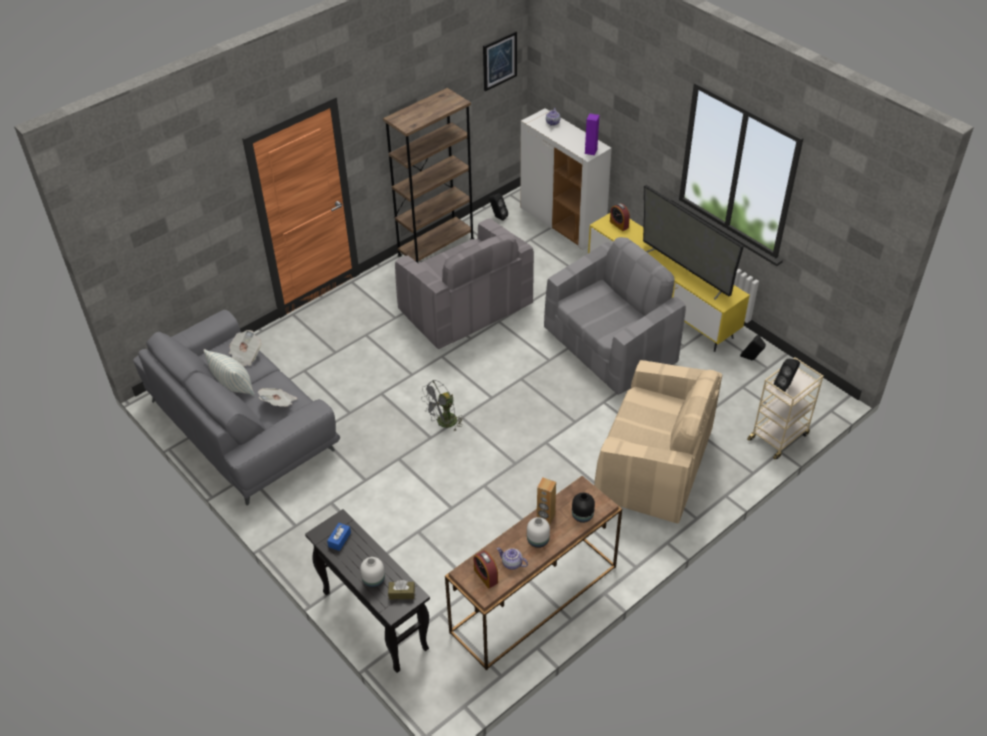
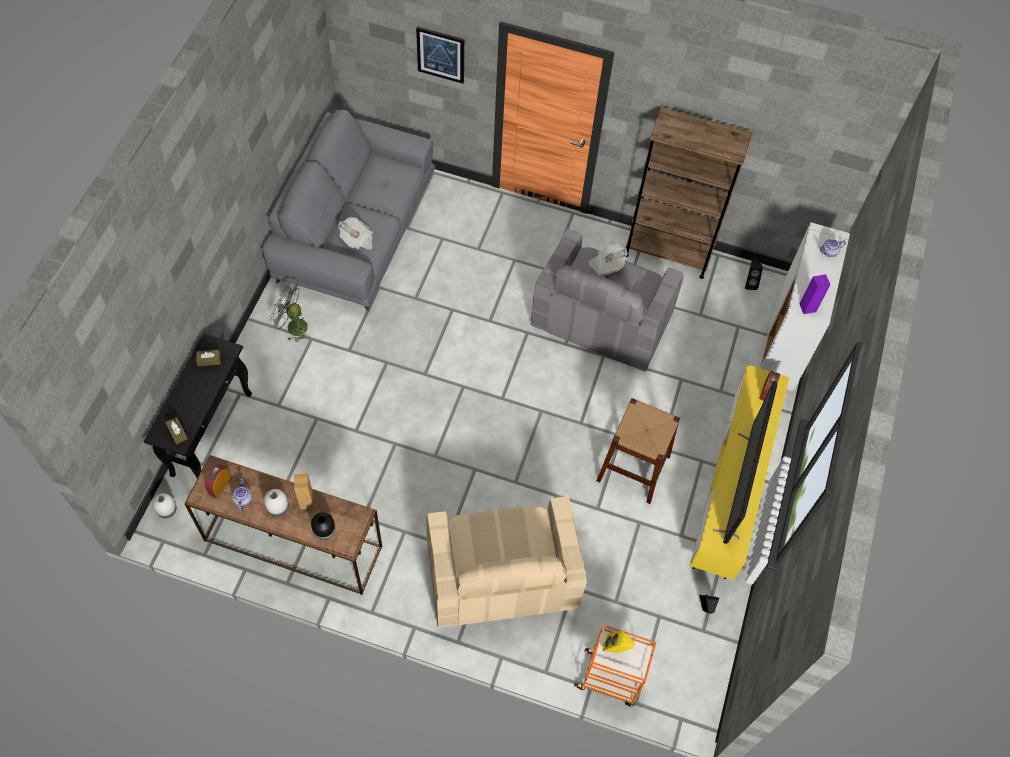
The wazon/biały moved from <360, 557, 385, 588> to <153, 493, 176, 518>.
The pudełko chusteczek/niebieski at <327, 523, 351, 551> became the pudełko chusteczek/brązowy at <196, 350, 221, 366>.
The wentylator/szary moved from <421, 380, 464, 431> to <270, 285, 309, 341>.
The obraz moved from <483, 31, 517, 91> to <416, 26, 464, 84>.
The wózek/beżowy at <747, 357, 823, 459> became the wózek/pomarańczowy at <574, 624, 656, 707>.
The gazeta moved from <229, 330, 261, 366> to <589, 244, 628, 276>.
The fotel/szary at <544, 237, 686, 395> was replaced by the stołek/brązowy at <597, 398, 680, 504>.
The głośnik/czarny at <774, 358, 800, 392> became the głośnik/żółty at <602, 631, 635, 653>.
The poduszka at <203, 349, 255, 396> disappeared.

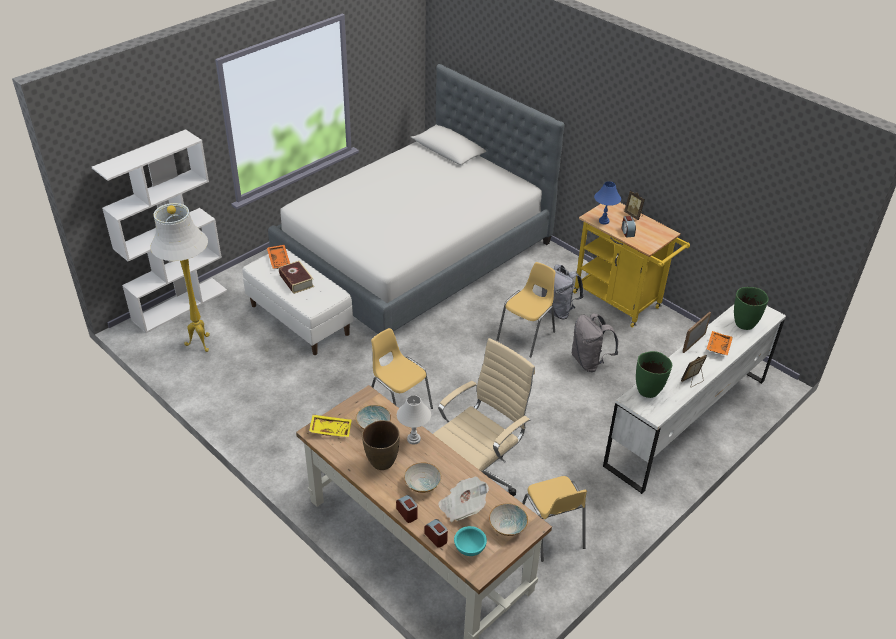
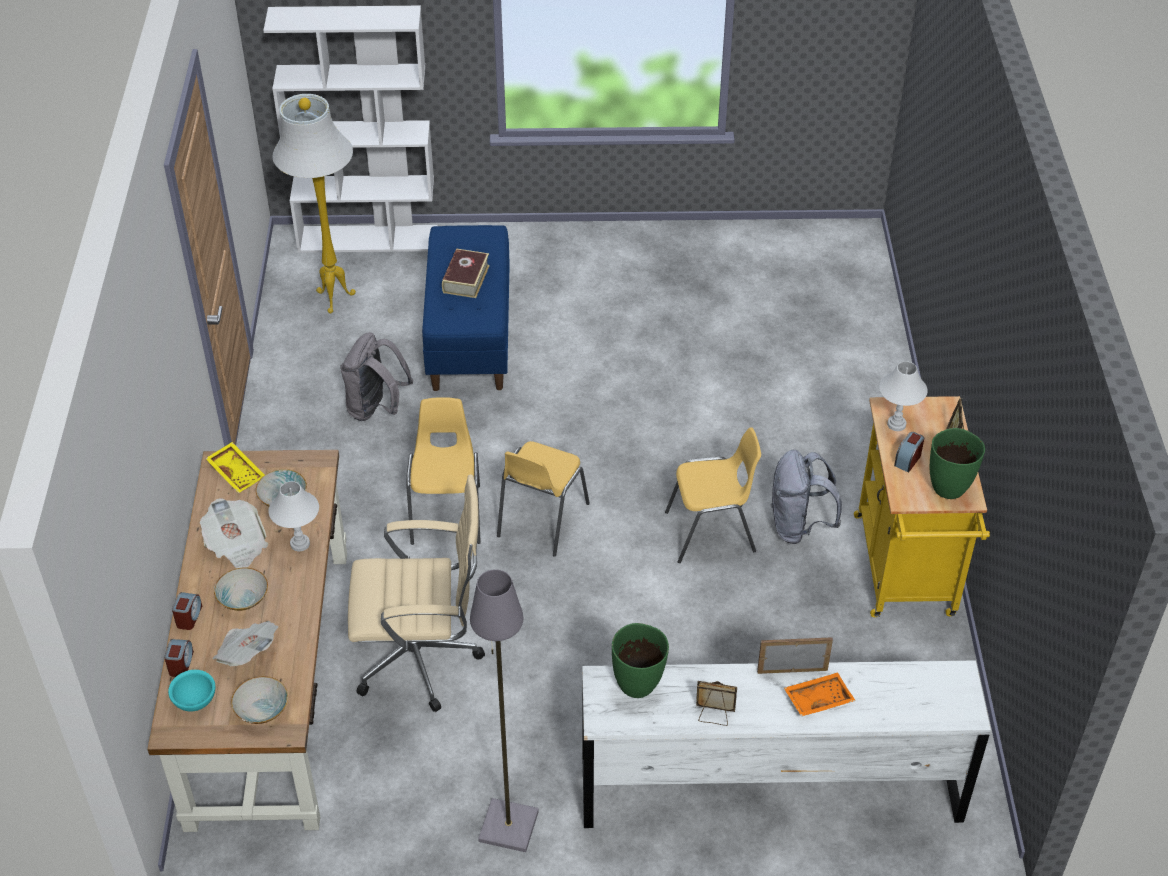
The wazon/brązowy at <362, 420, 400, 470> was replaced by the gazeta at <200, 498, 268, 568>.
The plecak/szary moved from <572, 313, 618, 372> to <340, 332, 413, 421>.
The ławka/biały at <243, 249, 353, 355> became the ławka/niebieski at <422, 225, 510, 391>.
The lampa stojąca/szary at <470, 569, 539, 852> appeared.
The krzesło/żółty moved from <522, 476, 587, 562> to <497, 441, 590, 557>.
The lampa stołowa/niebieski at <594, 181, 621, 225> became the lampa stołowa/biały at <879, 361, 928, 431>.
The wazon/zielony moved from <734, 287, 769, 330> to <930, 428, 985, 499>.
The taca/pomarańczowy at <267, 245, 290, 269> disappeared.
The łóżko at <268, 64, 564, 334> disappeared.

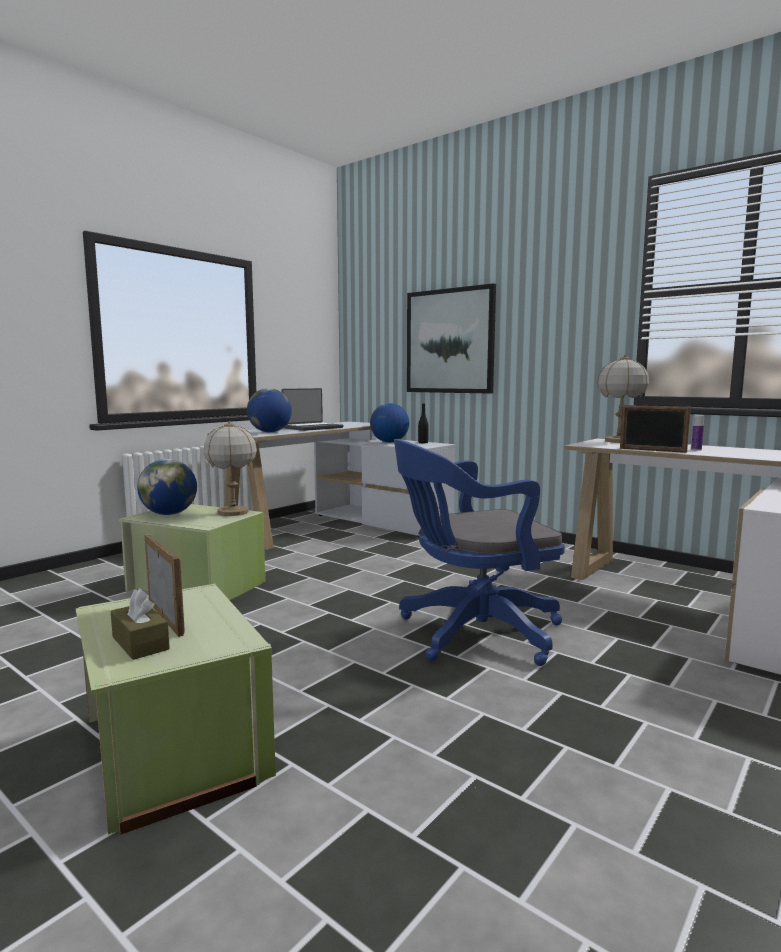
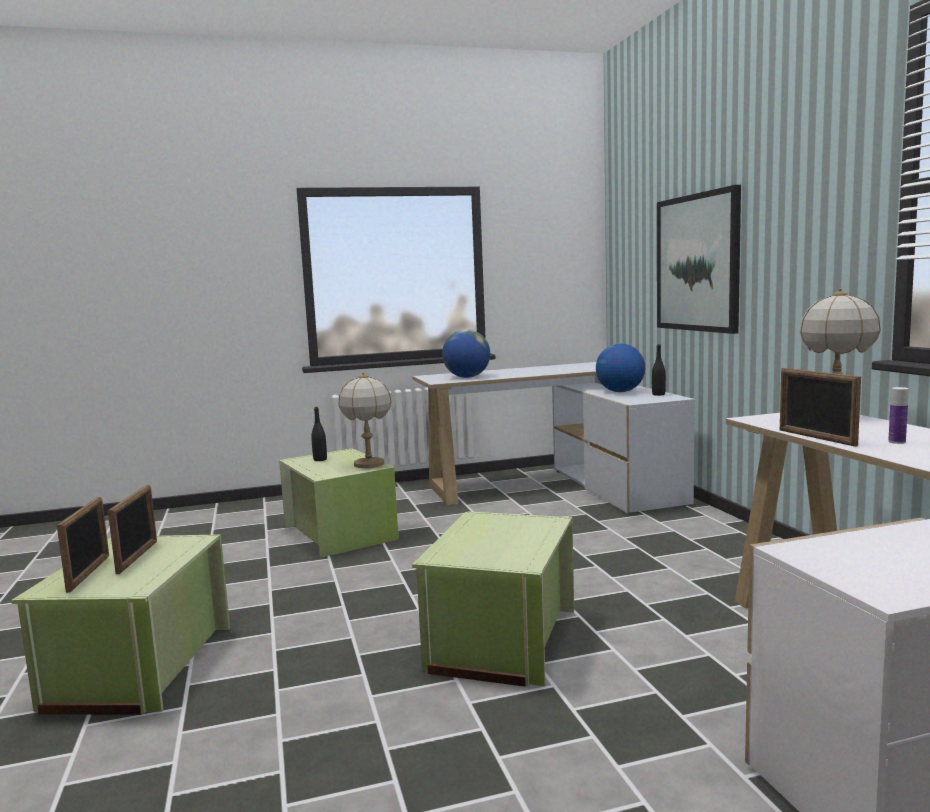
The pudełko chusteczek/brązowy at <111, 588, 170, 660> was replaced by the ramka na zdjęcie at <57, 497, 109, 593>.
The globus at <137, 459, 197, 515> was replaced by the butelka/czarny at <311, 407, 327, 461>.
The krzesło biurowe/niebieski at <394, 439, 565, 666> was replaced by the pojemnik do przechowywania/zielony at <412, 511, 574, 687>.
The laptop at <281, 388, 343, 431> disappeared.

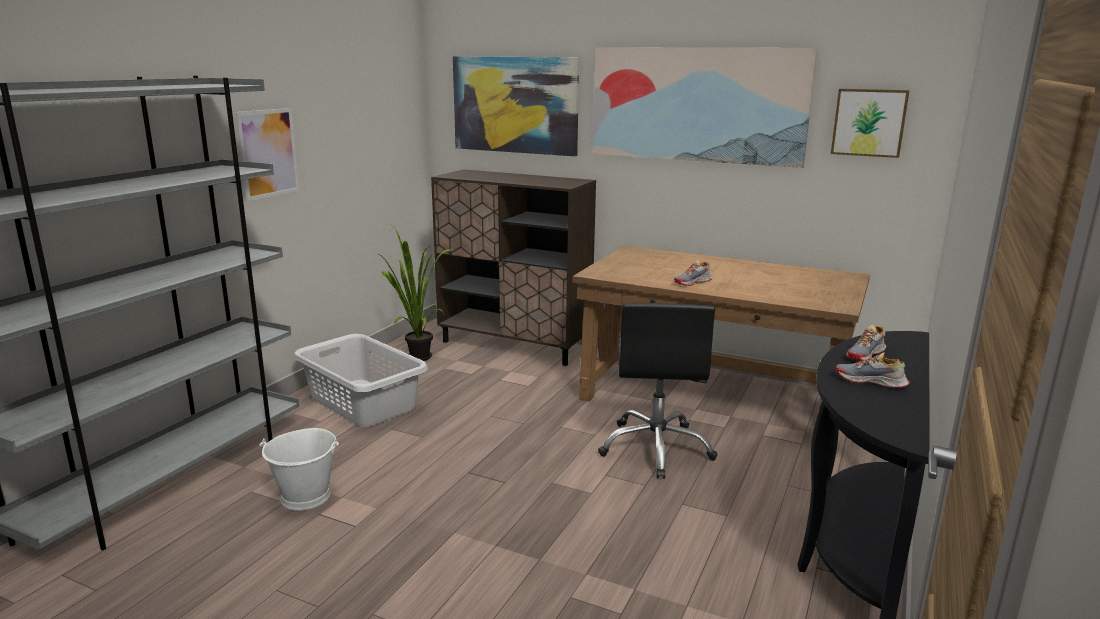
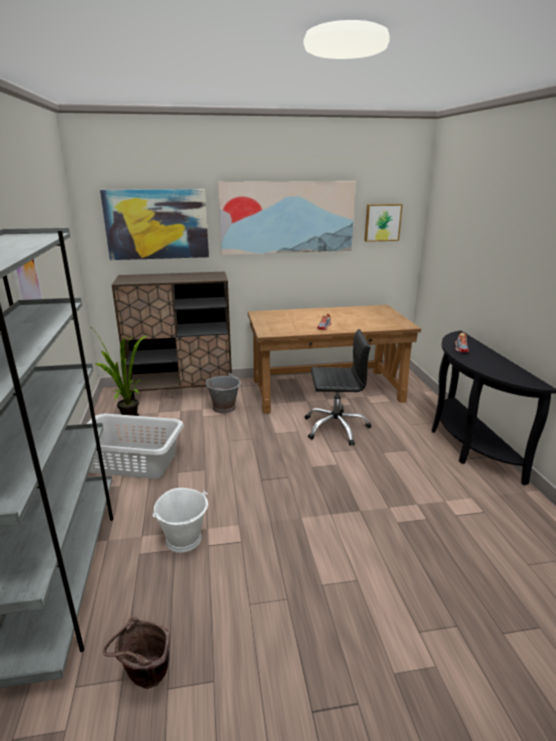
The wiadro/brązowy at <103, 617, 170, 689> appeared.
The wiadro/szary at <206, 373, 241, 413> appeared.
The krzesło biurowe/czarny at <598, 303, 718, 479> turned 60 degrees counterclockwise.
The but at <836, 352, 910, 388> disappeared.

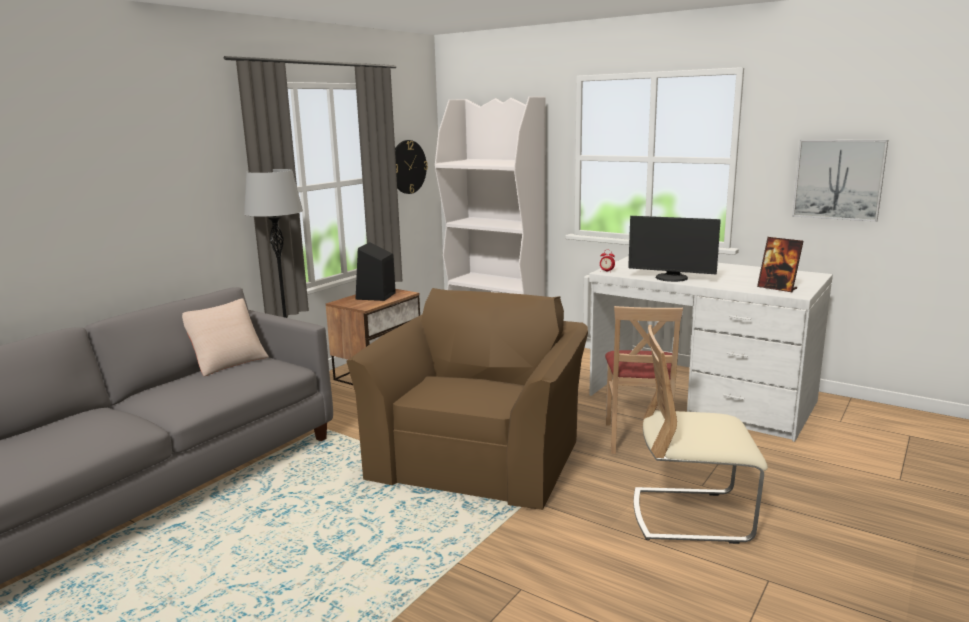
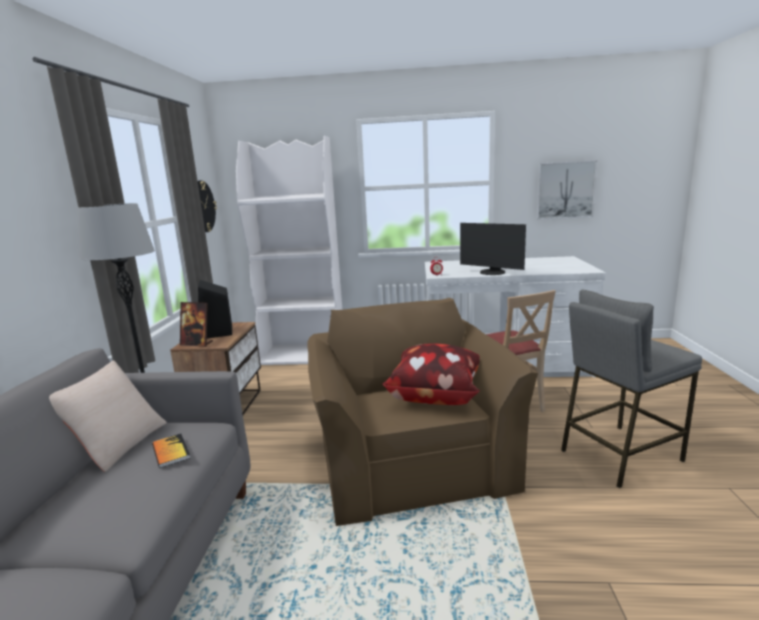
The książka at <152, 433, 190, 468> appeared.
The ramka na zdjęcie moved from <757, 237, 803, 293> to <180, 302, 213, 347>.
The poduszka at <381, 343, 480, 405> appeared.
The monitor at <628, 216, 721, 282> turned 45 degrees clockwise.
The krzesło/beżowy at <633, 325, 768, 544> was replaced by the stołek/szary at <561, 290, 702, 488>.

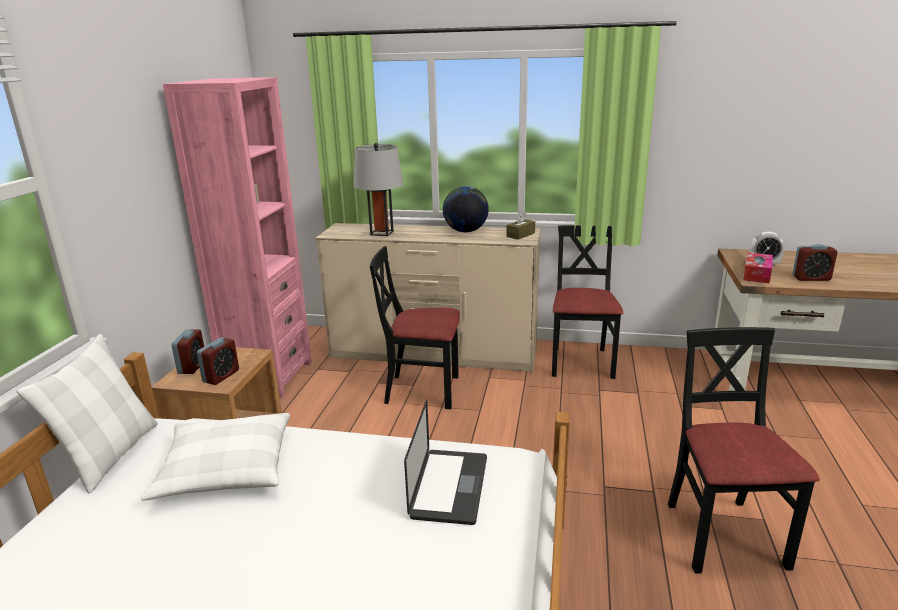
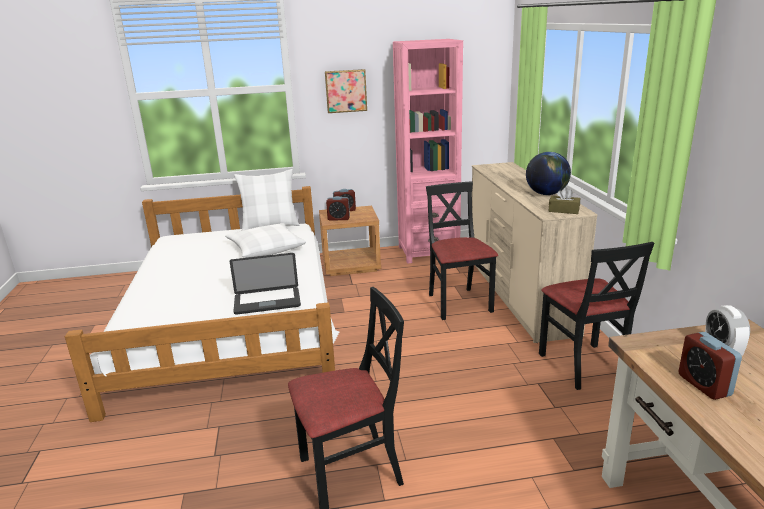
The obraz at <325, 69, 367, 113> appeared.
The krzesło/czarny at <552, 225, 623, 379> turned 90 degrees clockwise.
The lampa stołowa/szary at <354, 143, 403, 236> disappeared.
The pudełko chusteczek at <743, 252, 773, 283> disappeared.

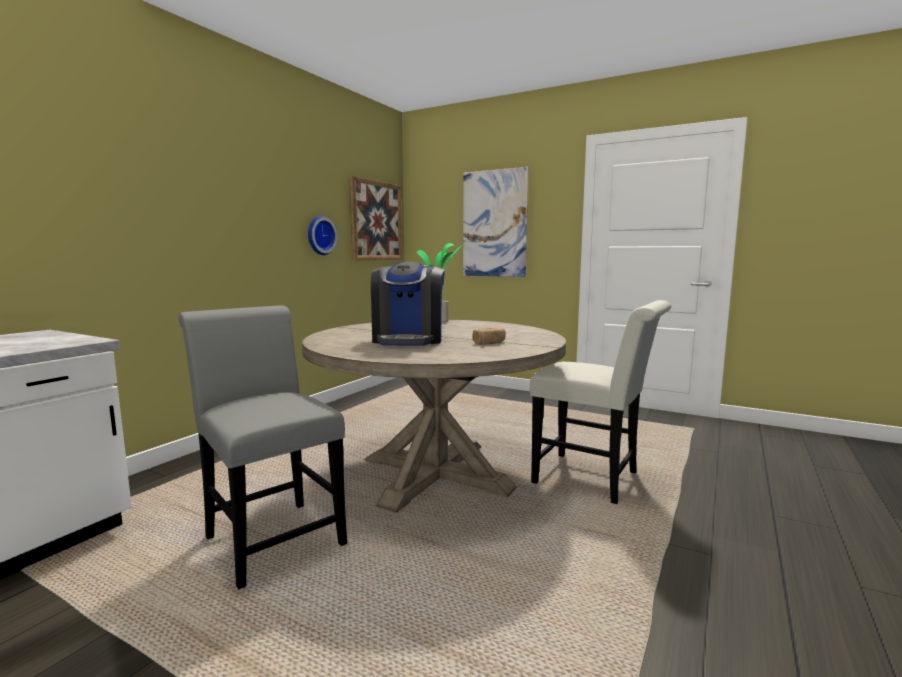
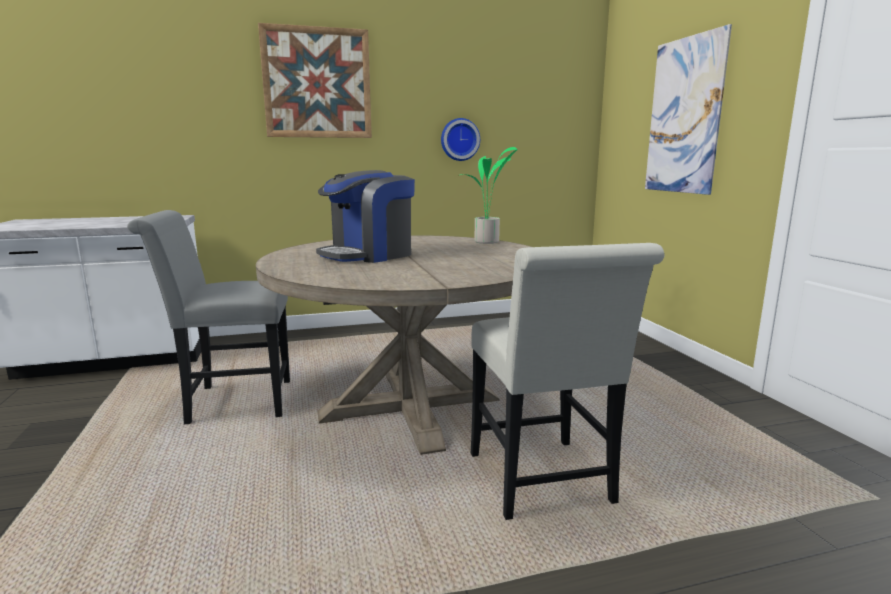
The krzesło/szary at <178, 305, 347, 589> turned 105 degrees counterclockwise.
The obraz moved from <350, 176, 402, 260> to <258, 23, 372, 138>.
The chleb at <472, 327, 506, 345> disappeared.

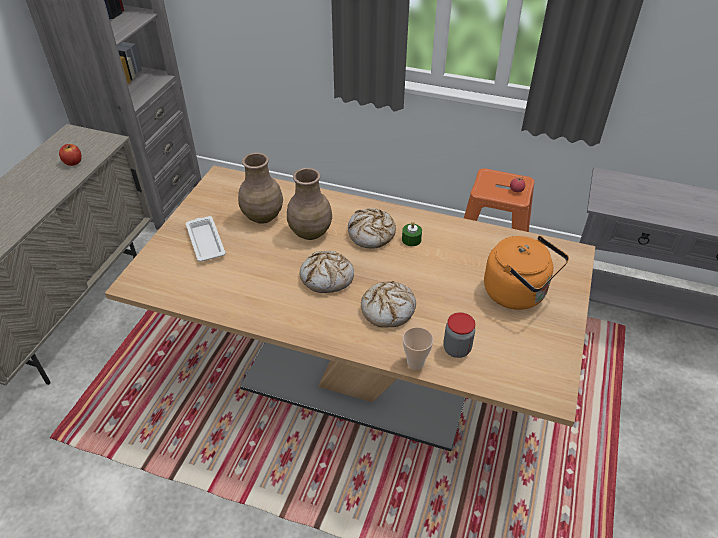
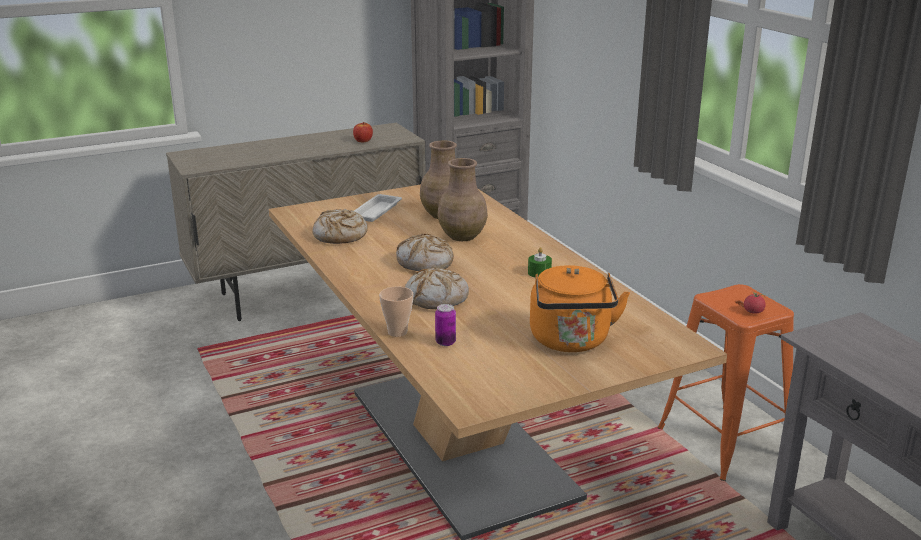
The chleb moved from <348, 208, 396, 249> to <312, 209, 368, 244>.
The słoik at <443, 312, 475, 358> was replaced by the puszka at <435, 304, 456, 346>.

